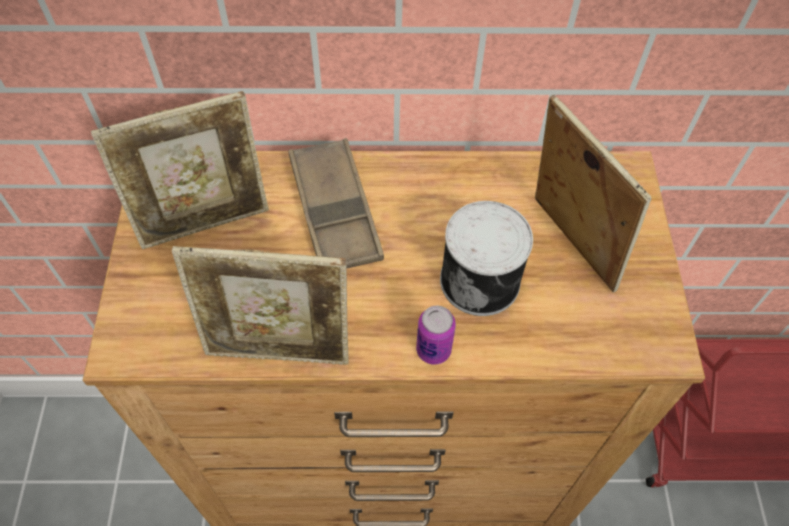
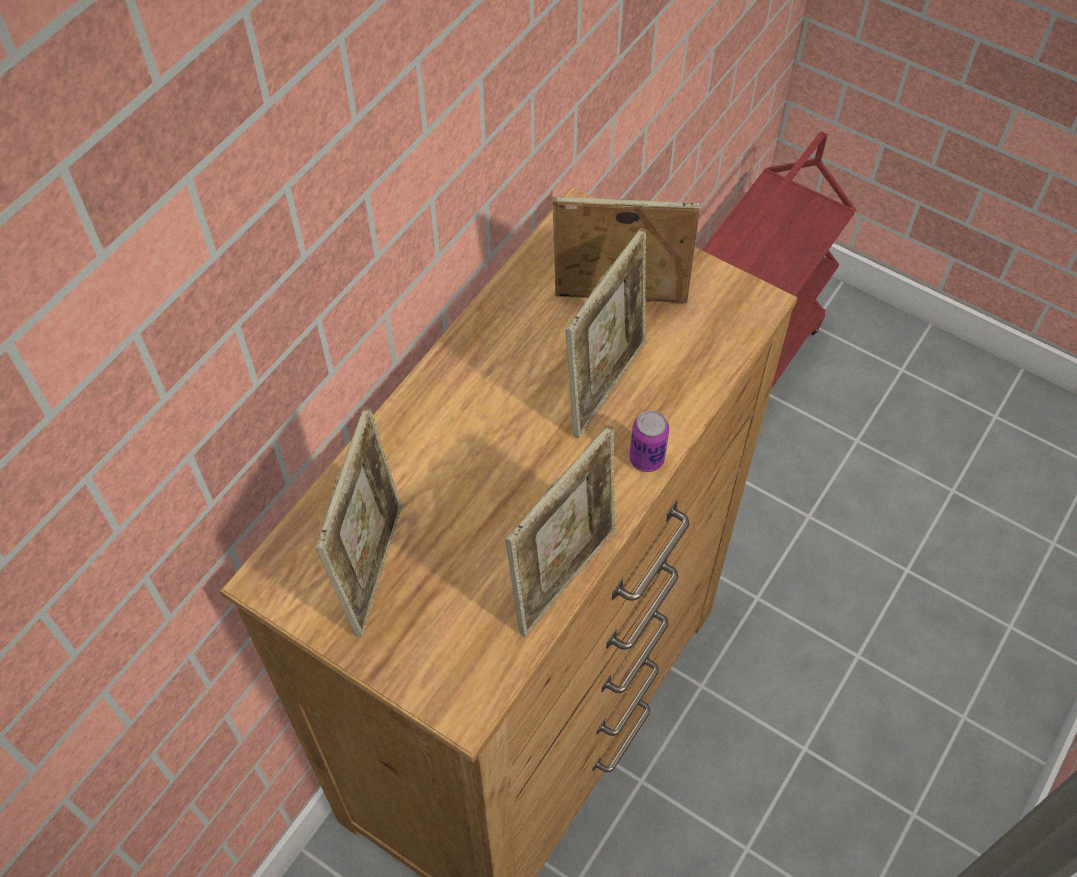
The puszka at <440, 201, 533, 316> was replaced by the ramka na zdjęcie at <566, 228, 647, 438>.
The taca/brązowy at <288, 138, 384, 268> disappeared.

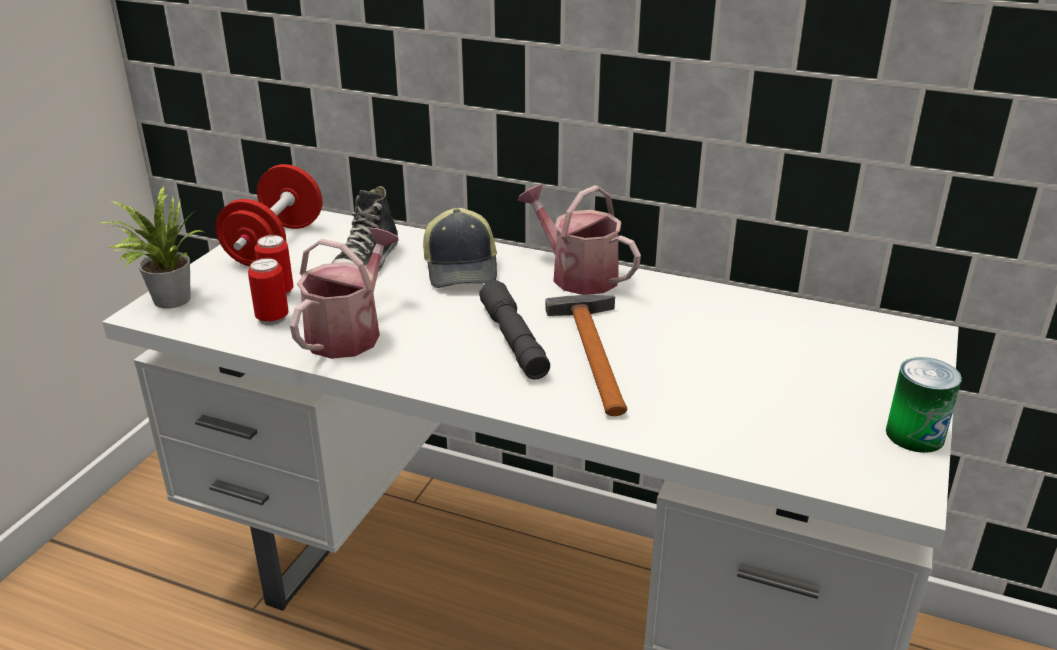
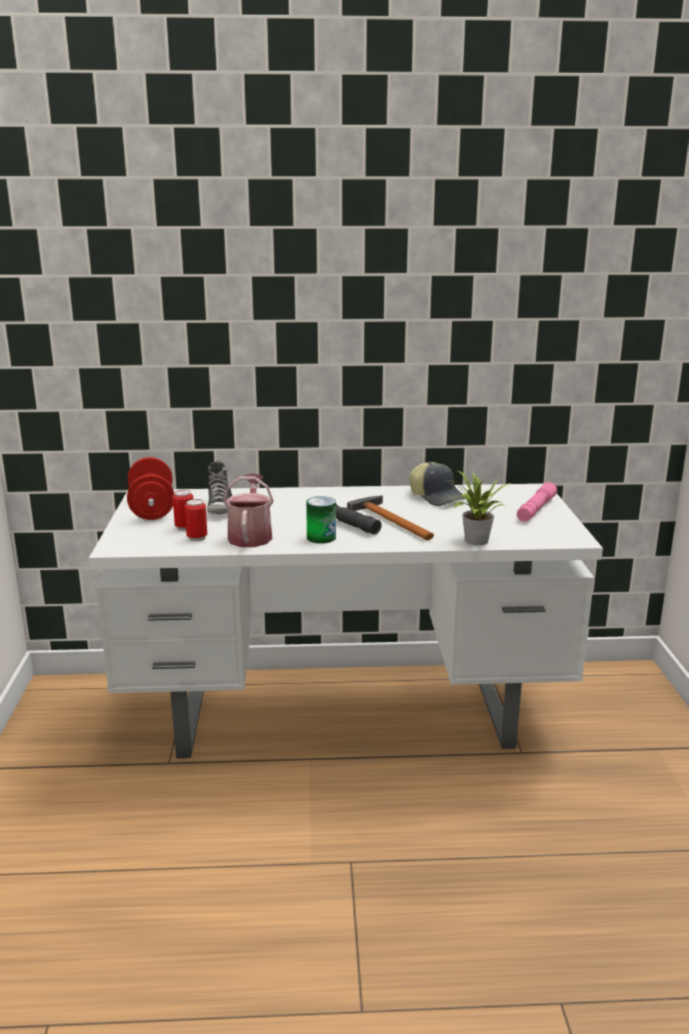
The puszka moved from <886, 357, 962, 453> to <306, 496, 336, 543>.
The czapka z daszkiem moved from <423, 208, 497, 288> to <409, 462, 465, 506>.
The roślina doniczkowa moved from <95, 186, 203, 309> to <447, 470, 511, 545>.
The latarka/różowy at <517, 482, 557, 522> appeared.
The konewka at <517, 185, 641, 295> disappeared.

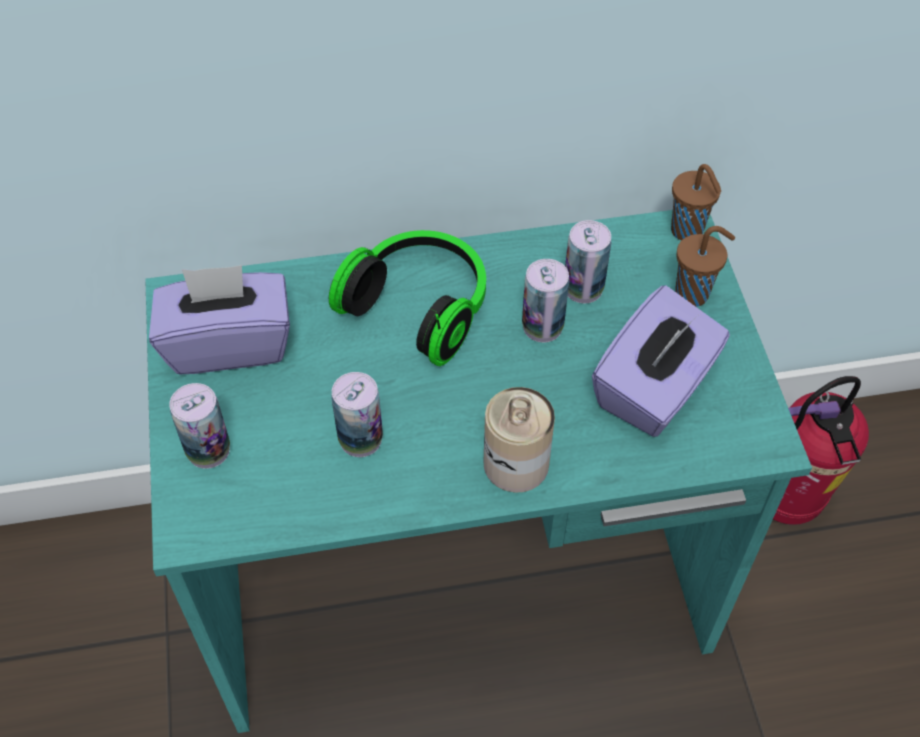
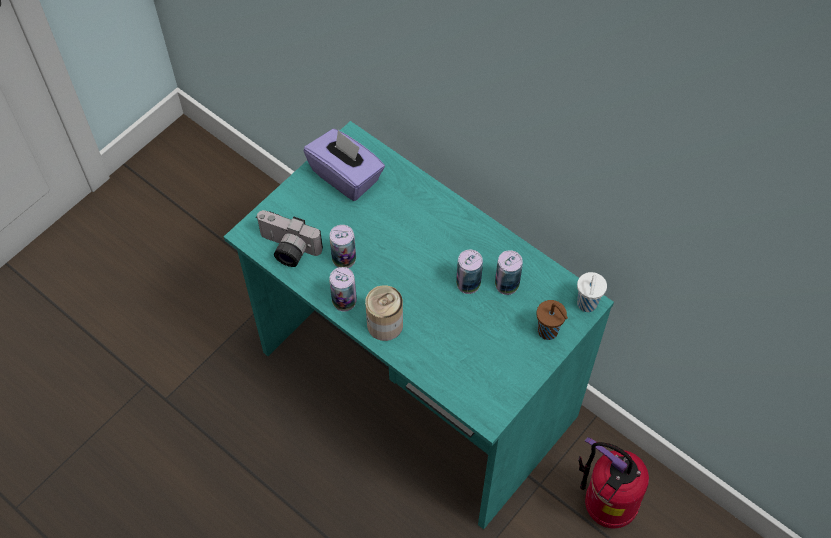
The aparat fotograficzny at <255, 210, 323, 267> appeared.
The puszka moved from <169, 383, 230, 469> to <329, 267, 357, 312>.
The filiżanka/brązowy at <671, 164, 721, 241> became the filiżanka/biały at <577, 272, 607, 312>.
The słuchawki at <329, 230, 486, 366> disappeared.
The pudełko chusteczek/fioletowy at <592, 285, 730, 437> disappeared.

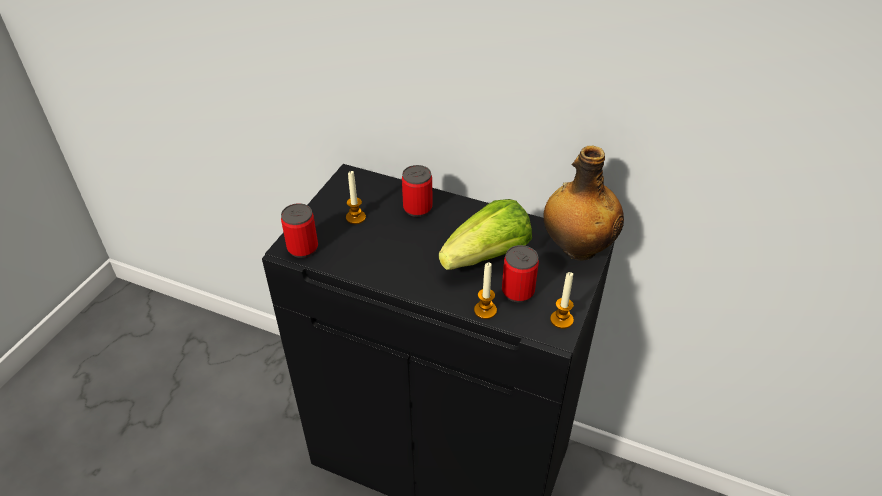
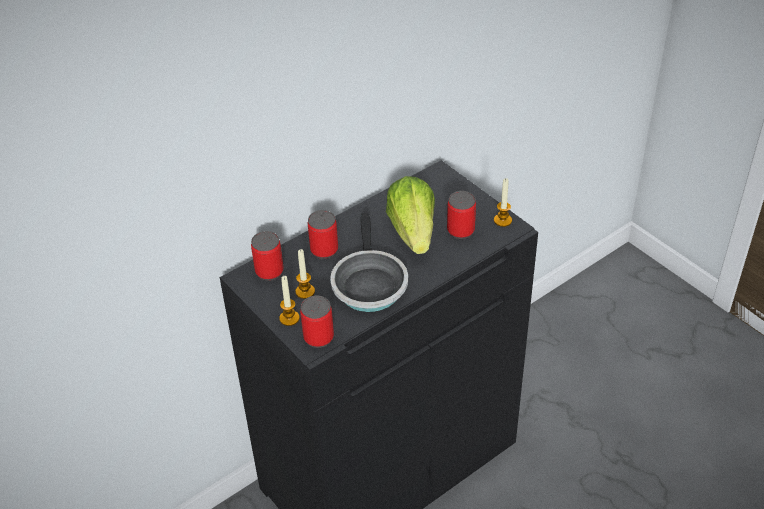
The puszka at <251, 231, 284, 281> appeared.
The świeca moved from <474, 262, 497, 319> to <279, 276, 300, 326>.
The patelnia at <330, 213, 408, 312> appeared.
The butelka at <543, 146, 624, 261> disappeared.

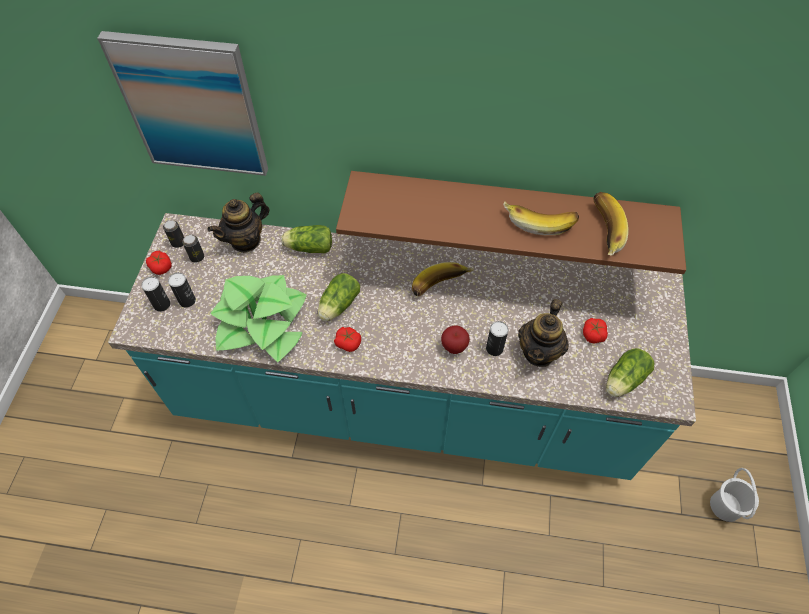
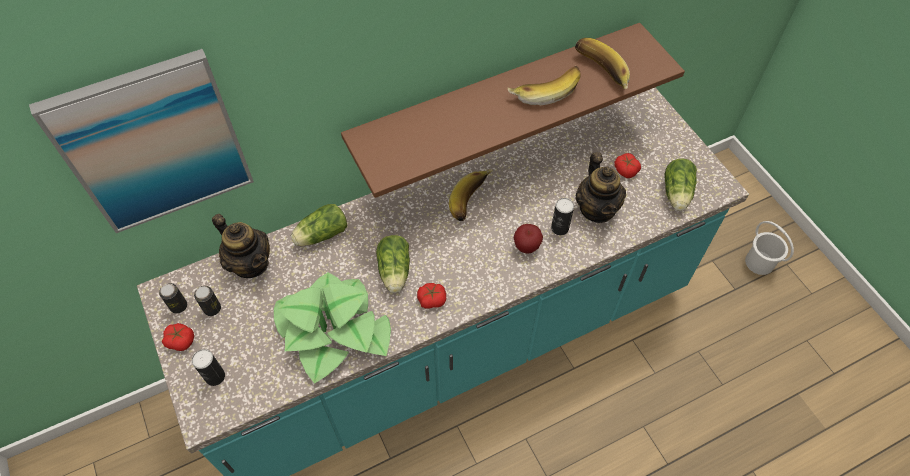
The imbryk at <207, 193, 269, 253> turned 60 degrees counterclockwise.
The puszka at <168, 273, 196, 308> disappeared.

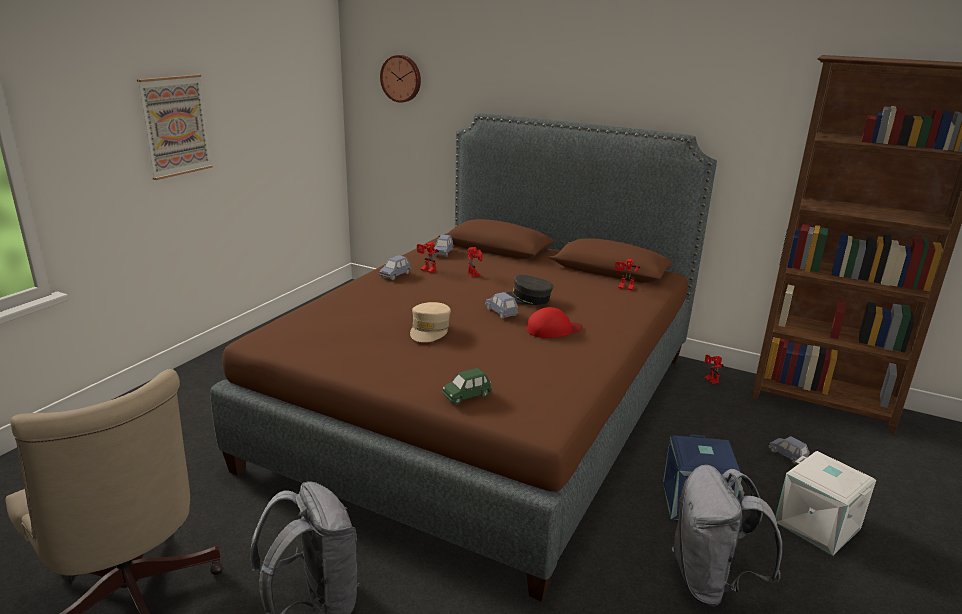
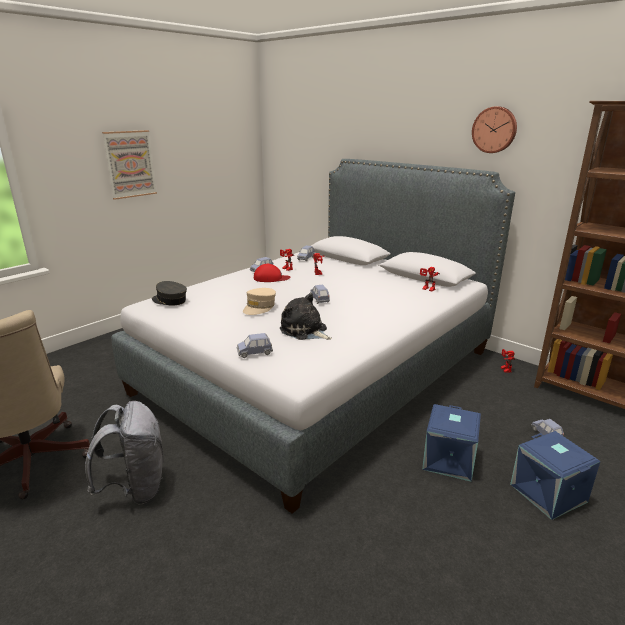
The łóżko/brązowy at <210, 113, 717, 602> became the łóżko/szary at <111, 159, 515, 514>.
The czapka z daszkiem/szary moved from <507, 275, 554, 305> to <152, 281, 187, 305>.
The samochodzik/zielony at <442, 368, 492, 405> became the samochodzik/niebieski at <237, 333, 273, 358>.
The czapka z daszkiem/czerwony moved from <527, 307, 583, 338> to <254, 264, 291, 282>.
The pluszak at <280, 293, 332, 340> appeared.
The zegar ścienny moved from <380, 55, 421, 103> to <472, 106, 517, 153>.
The pojemnik do przechowywania/biały at <775, 451, 876, 556> became the pojemnik do przechowywania/niebieski at <510, 431, 600, 520>.
The plecak/szary at <672, 465, 783, 607> disappeared.

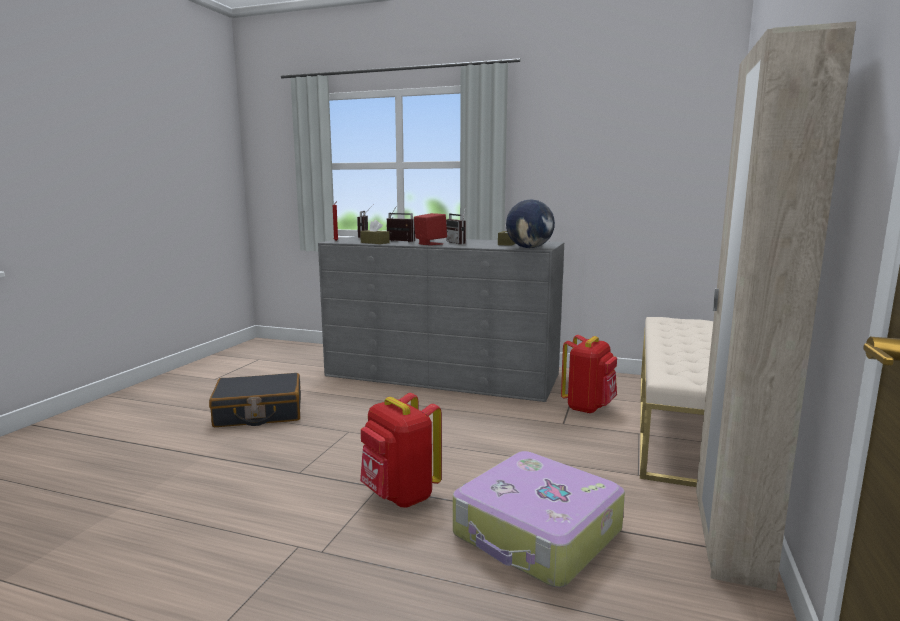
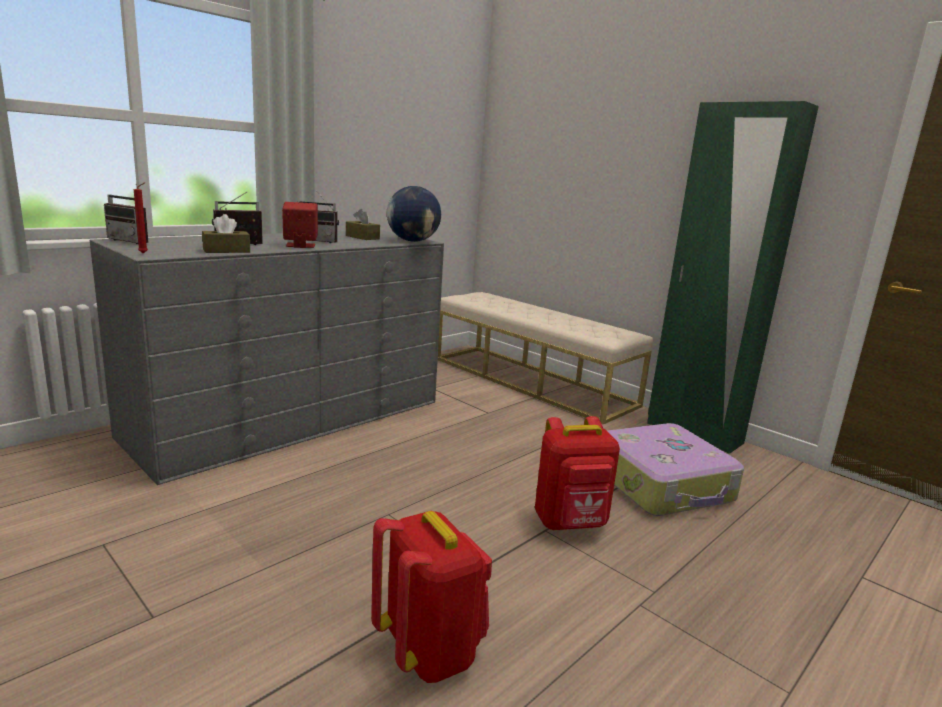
The plecak/czerwony moved from <561, 335, 617, 414> to <371, 511, 492, 683>.
The szafa/beżowy at <696, 21, 856, 591> became the szafa/zielony at <647, 101, 819, 454>.
The walizka/czarny at <209, 373, 301, 427> disappeared.

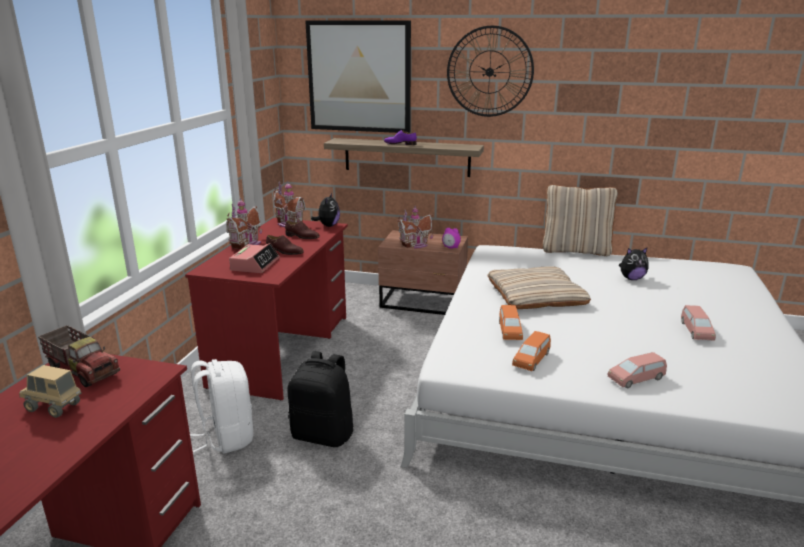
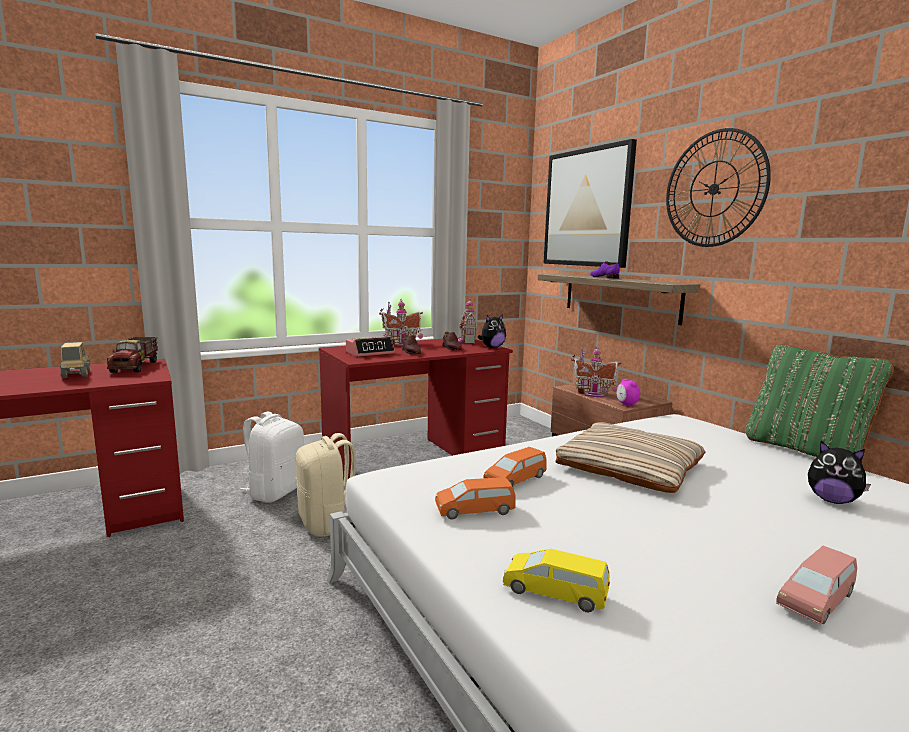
The plecak/czarny at <288, 351, 354, 447> became the plecak/beżowy at <296, 433, 356, 537>.
The samochodzik/różowy at <607, 352, 667, 388> became the samochodzik/żółty at <503, 549, 610, 613>.
The poduszka/beżowy at <542, 184, 618, 256> became the poduszka/zielony at <746, 344, 894, 457>.

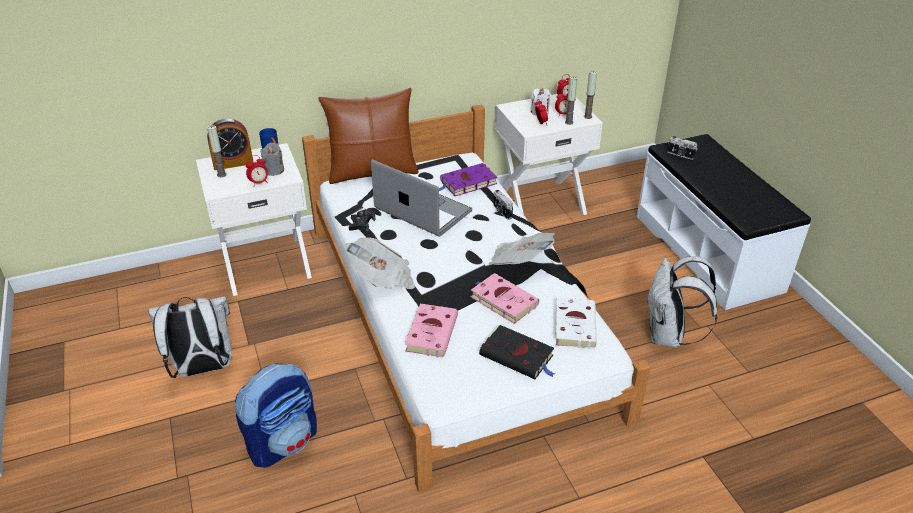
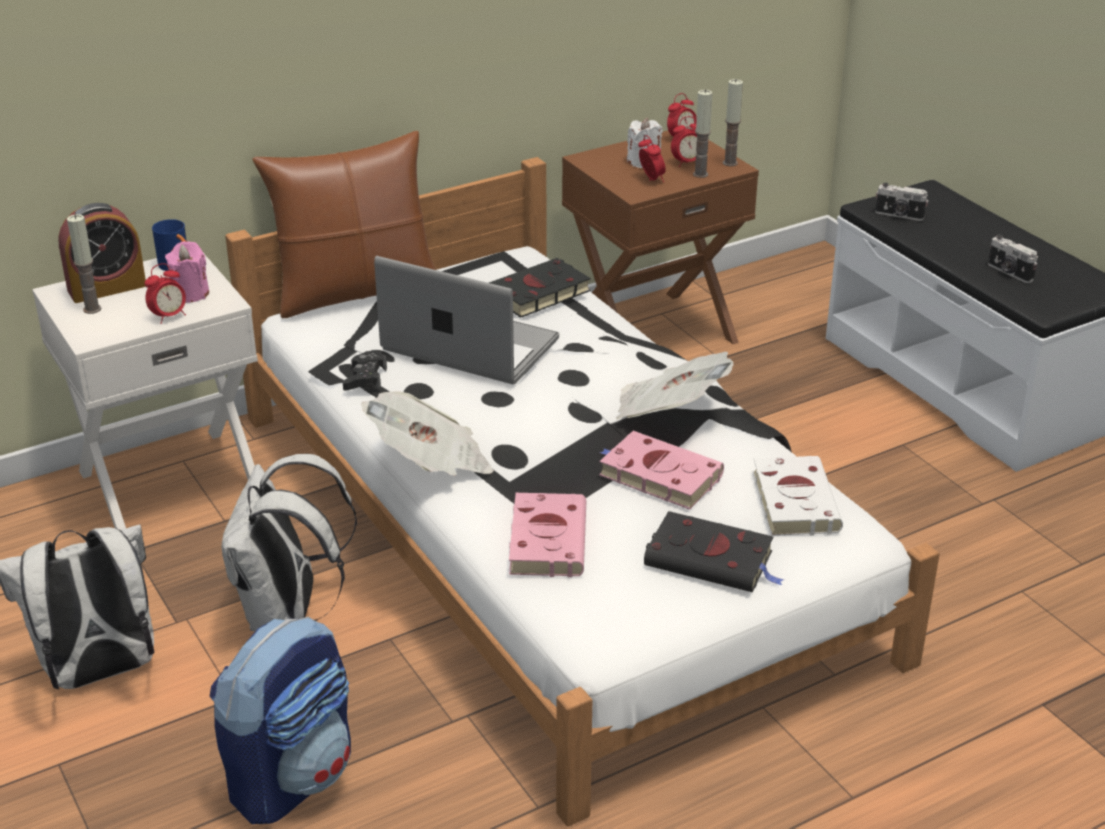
The świeca/szary at <260, 142, 284, 176> became the świeca/różowy at <165, 241, 209, 303>.
The plecak/biały moved from <646, 256, 718, 348> to <222, 454, 357, 632>.
The książka/fioletowy at <439, 163, 498, 196> became the książka/czarny at <489, 258, 591, 318>.
The szafka nocna/biały at <495, 94, 603, 215> became the szafka nocna/brązowy at <562, 131, 759, 344>.
The aparat fotograficzny moved from <494, 190, 513, 220> to <988, 235, 1038, 283>.

